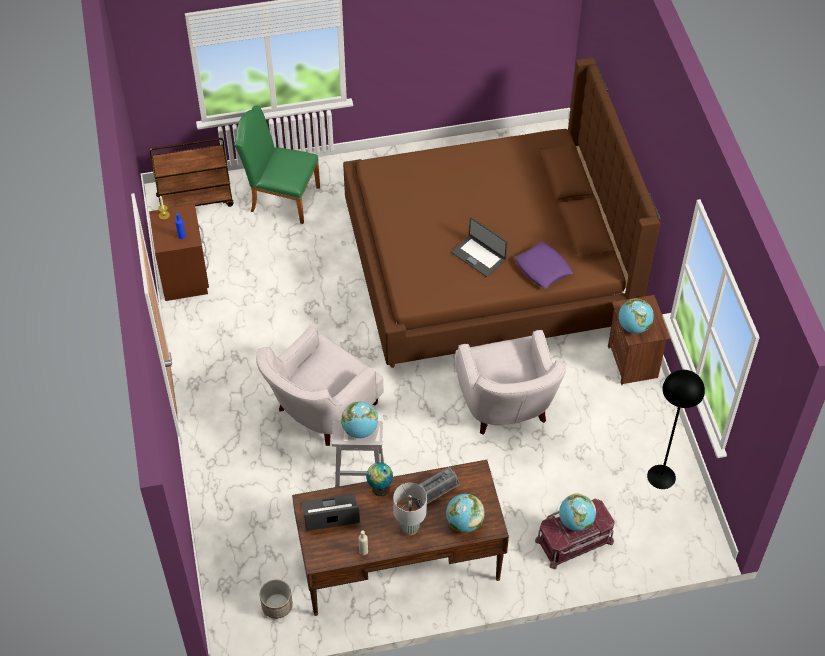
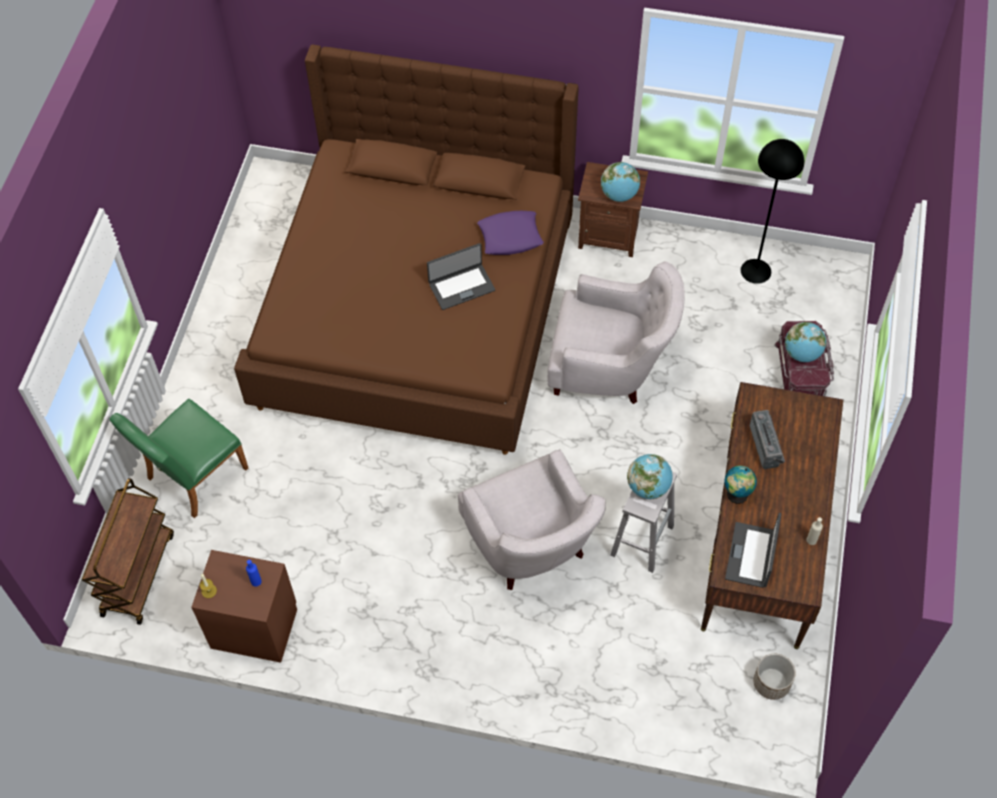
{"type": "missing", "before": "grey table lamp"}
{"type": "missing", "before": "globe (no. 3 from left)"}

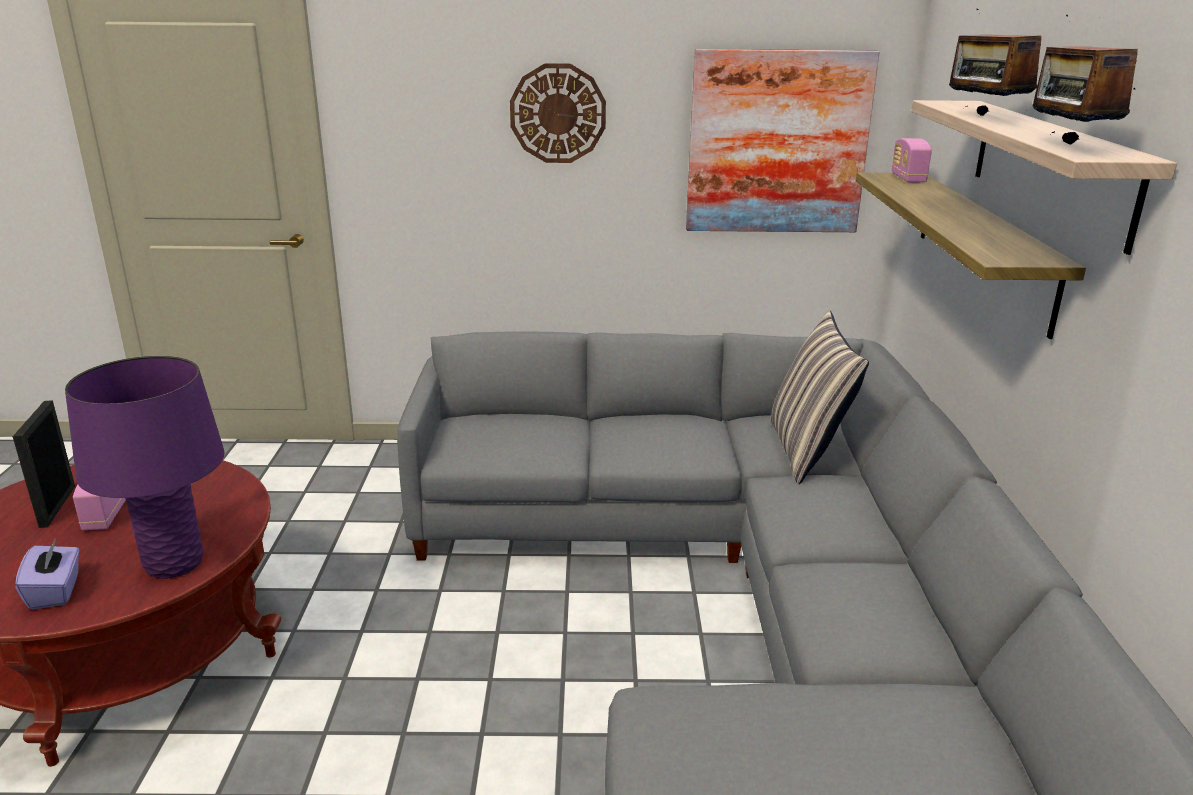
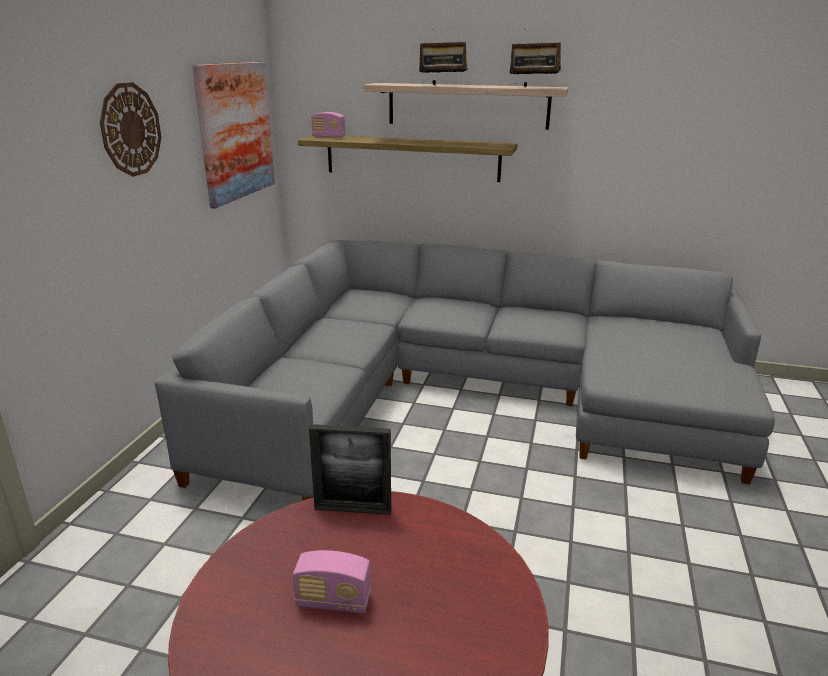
{"type": "missing", "before": "purple tissue box"}
{"type": "missing", "before": "purple table lamp"}
{"type": "missing", "before": "pillow"}
{"type": "relocated", "before": "picture frame"}

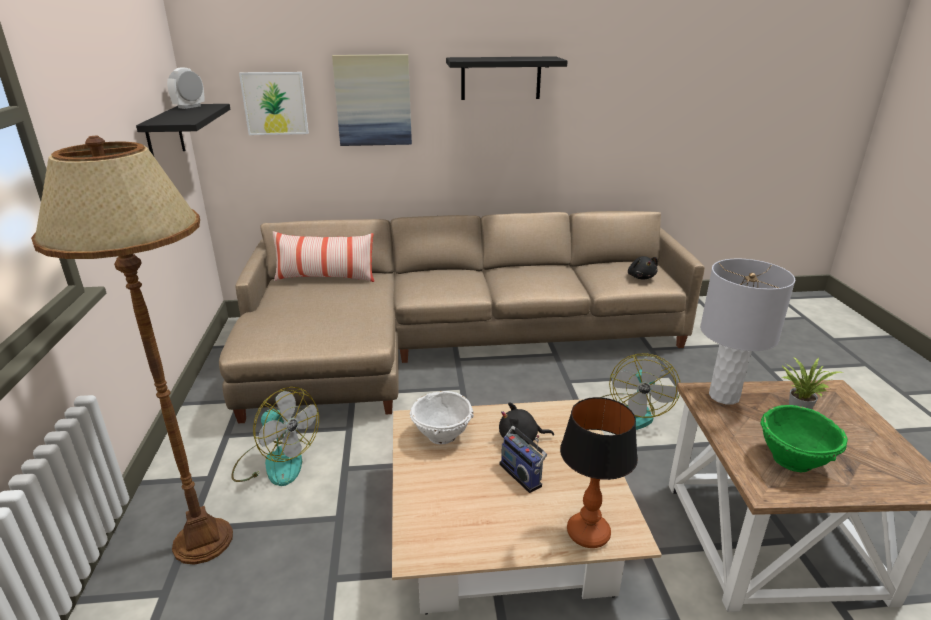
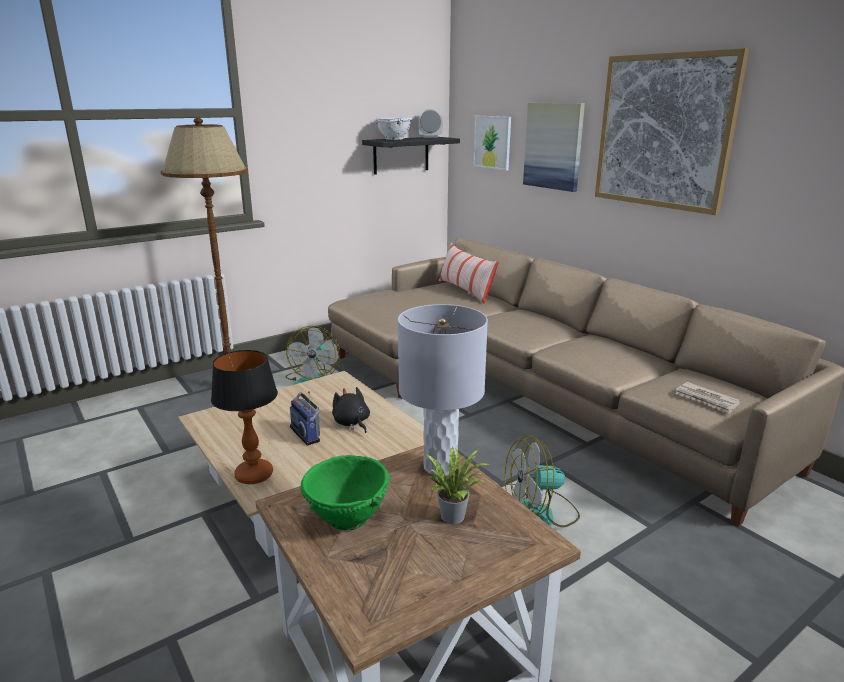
{"type": "relocated", "before": "white bowl"}
{"type": "exchanged", "before": "black shelf (no. 2 from left)", "after": "picture (no. 3 from left)"}
{"type": "exchanged", "before": "black plush toy (no. 2 from left)", "after": "newspaper"}
{"type": "spun", "before": "radio", "turn": -60}

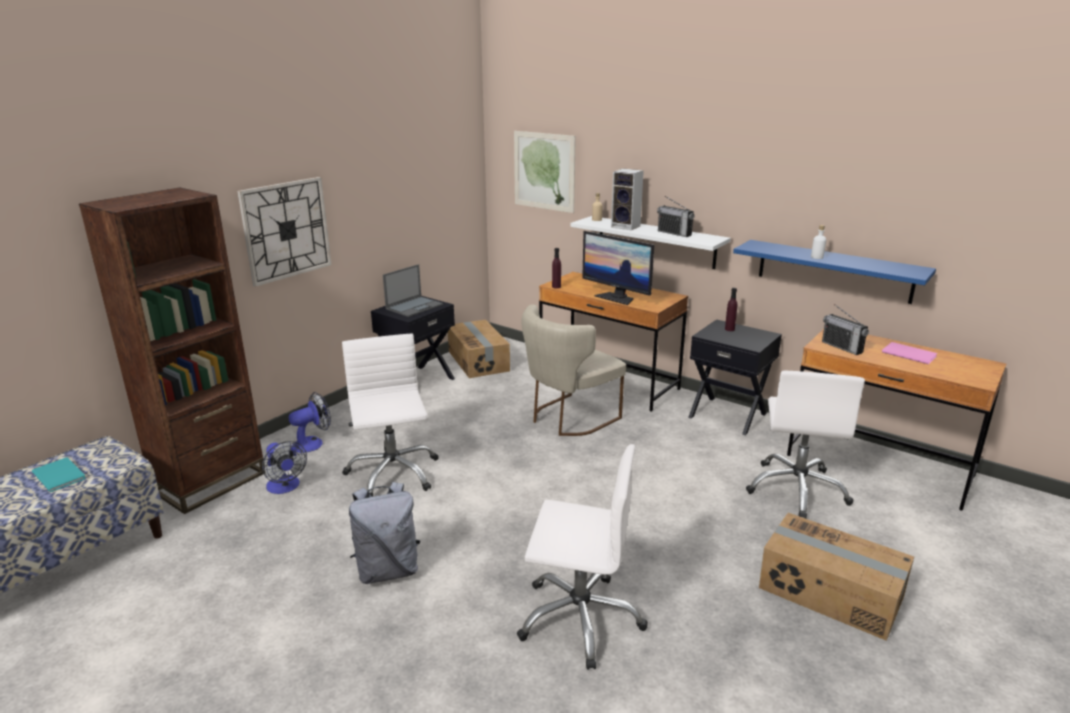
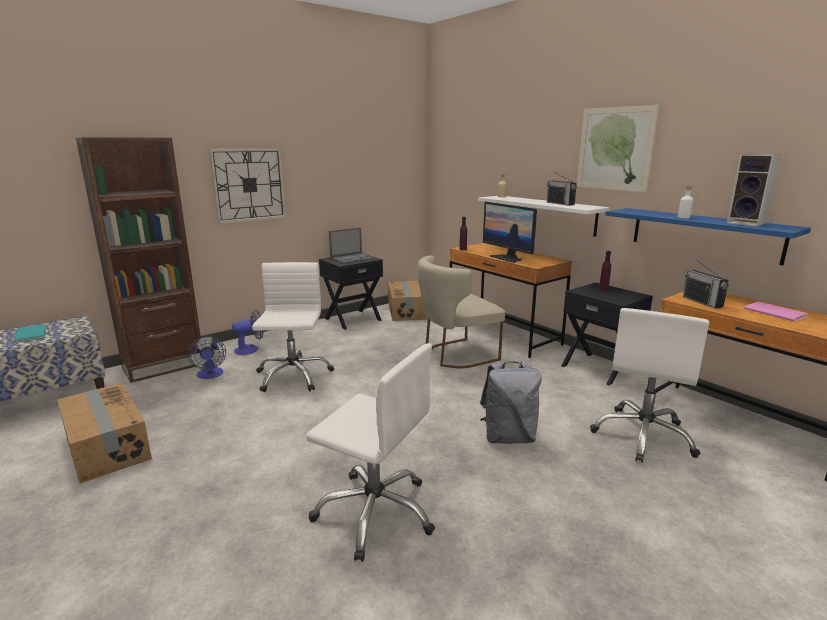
{"type": "relocated", "before": "grey backpack"}
{"type": "relocated", "before": "picture"}
{"type": "relocated", "before": "speaker"}
{"type": "relocated", "before": "cardboard box (no. 2 from left in the first image)", "after": "cardboard box (no. 1 from left)"}

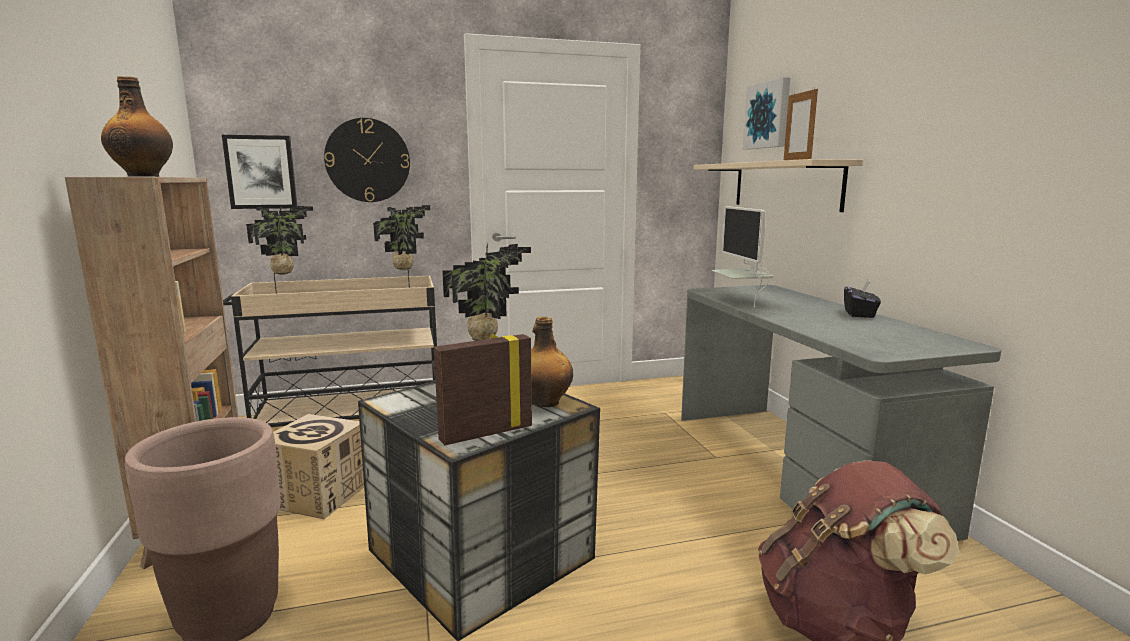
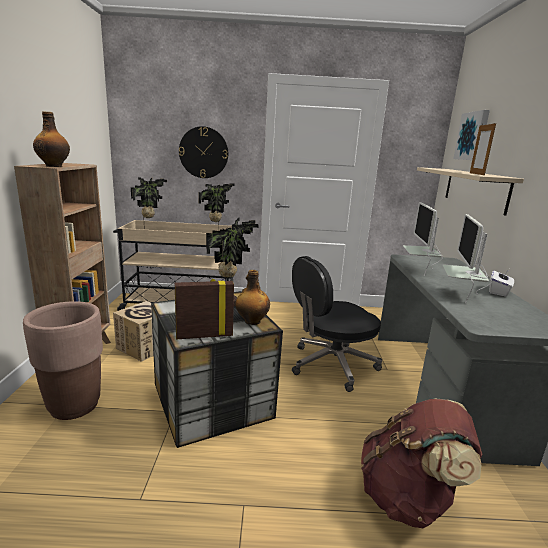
{"type": "missing", "before": "picture (no. 1 from left)"}
{"type": "appeared", "after": "black office chair"}
{"type": "appeared", "after": "monitor (no. 2 from left)"}
{"type": "colour", "before": "black tissue box", "after": "white tissue box"}

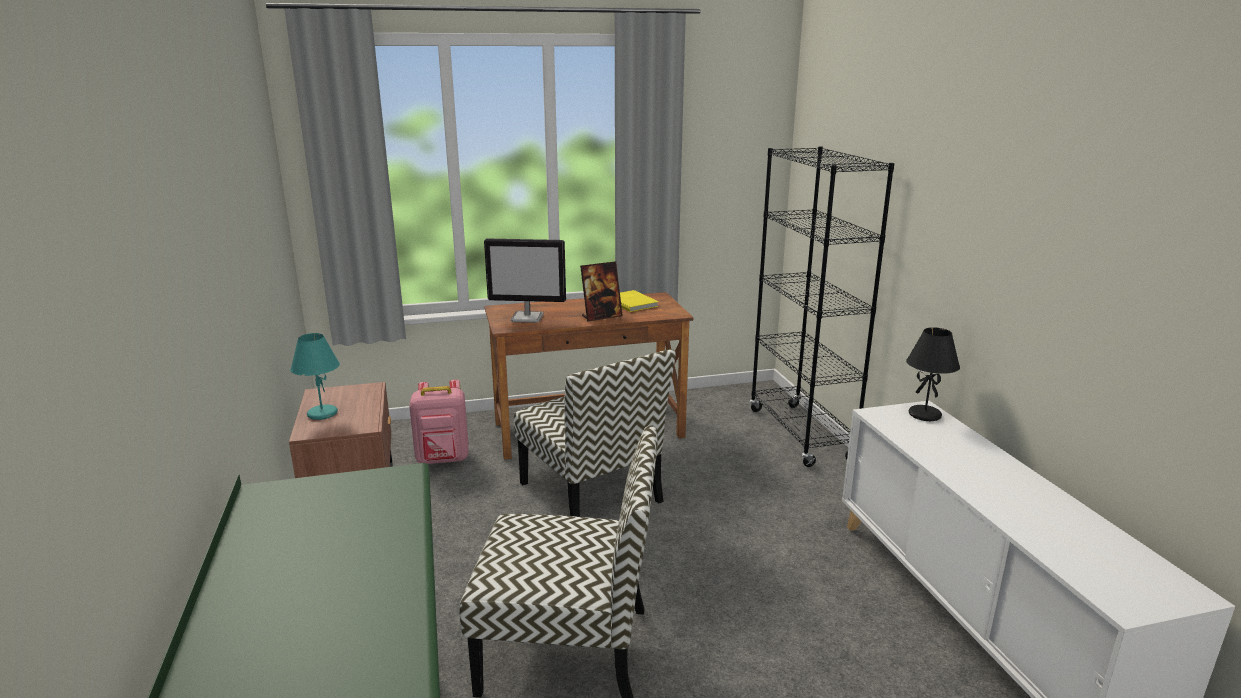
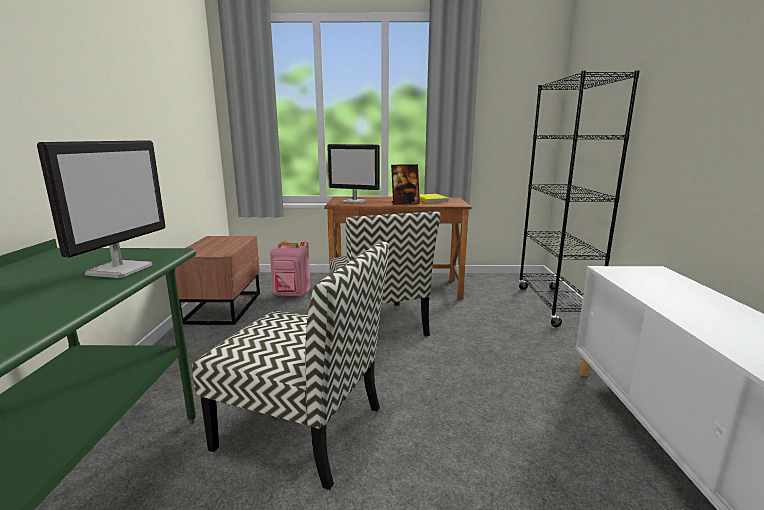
{"type": "missing", "before": "turquoise table lamp"}
{"type": "missing", "before": "black table lamp"}
{"type": "appeared", "after": "monitor (no. 1 from left)"}

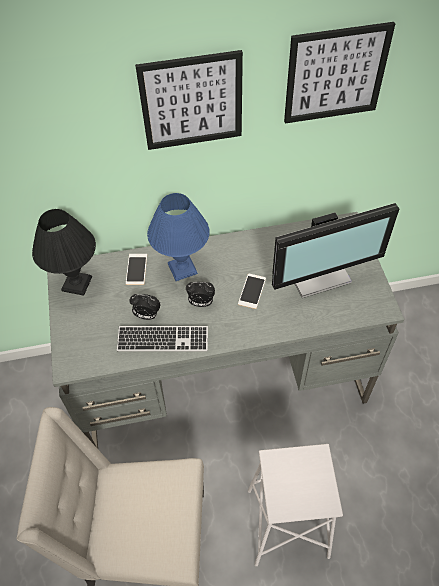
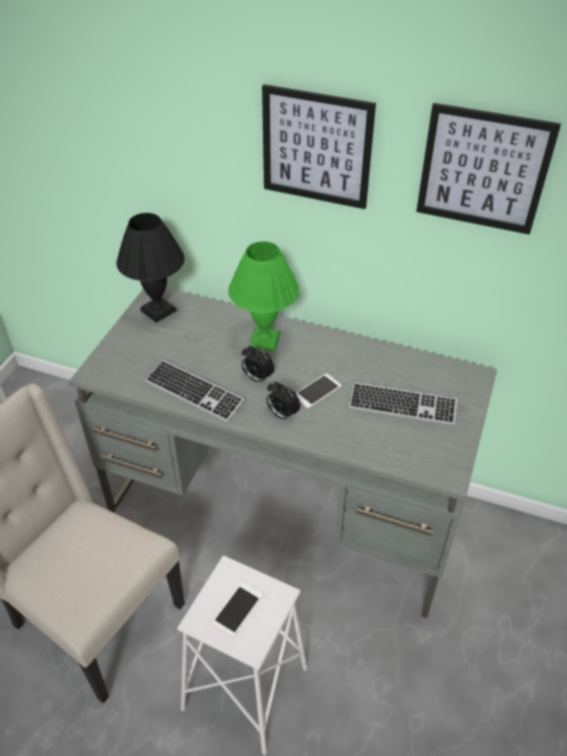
{"type": "relocated", "before": "phone (no. 1 from left)"}
{"type": "relocated", "before": "alarm clock (no. 1 from left in the first image)", "after": "alarm clock (no. 2 from left)"}
{"type": "exchanged", "before": "monitor", "after": "keyboard (no. 2 from left)"}
{"type": "colour", "before": "blue table lamp", "after": "green table lamp"}

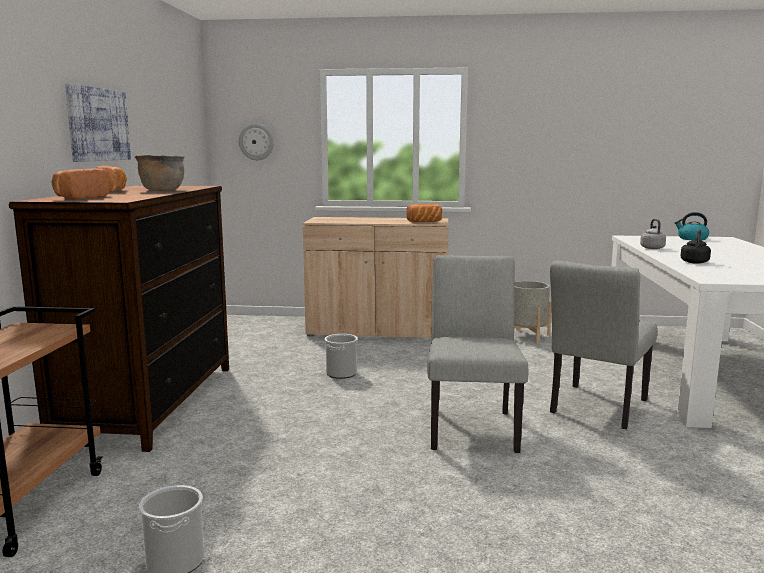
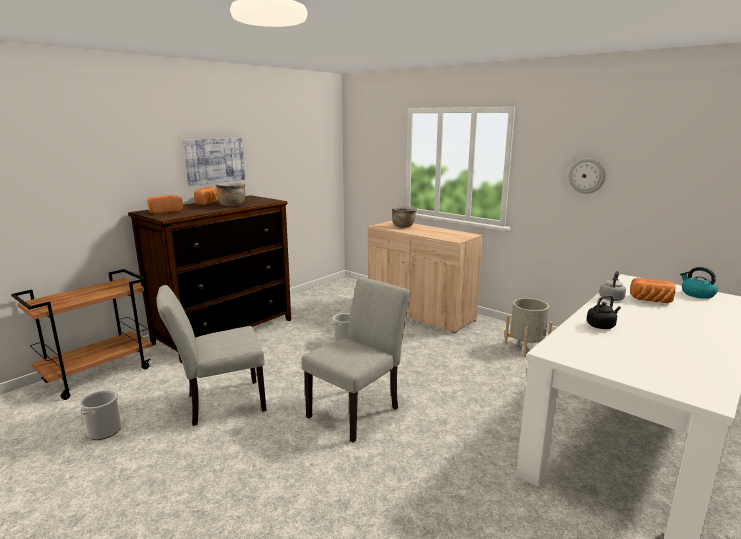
{"type": "appeared", "after": "brown cooking pot (no. 2 from left)"}
{"type": "relocated", "before": "wall clock"}
{"type": "relocated", "before": "bread (no. 3 from left)"}
{"type": "relocated", "before": "grey chair (no. 2 from left in the first image)", "after": "grey chair (no. 1 from left)"}

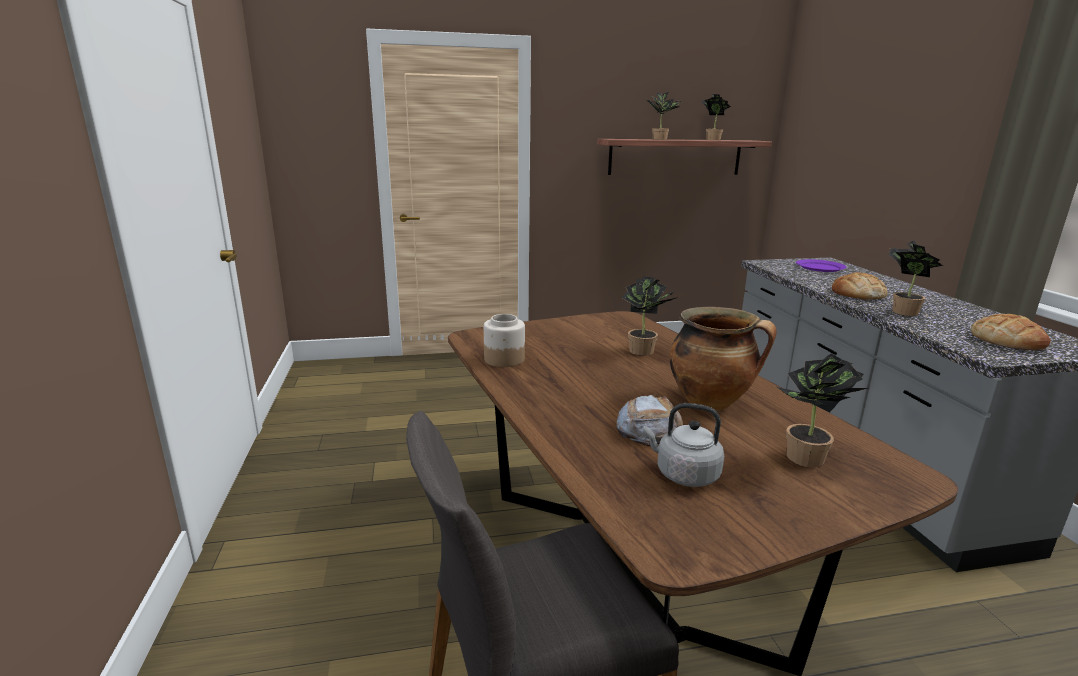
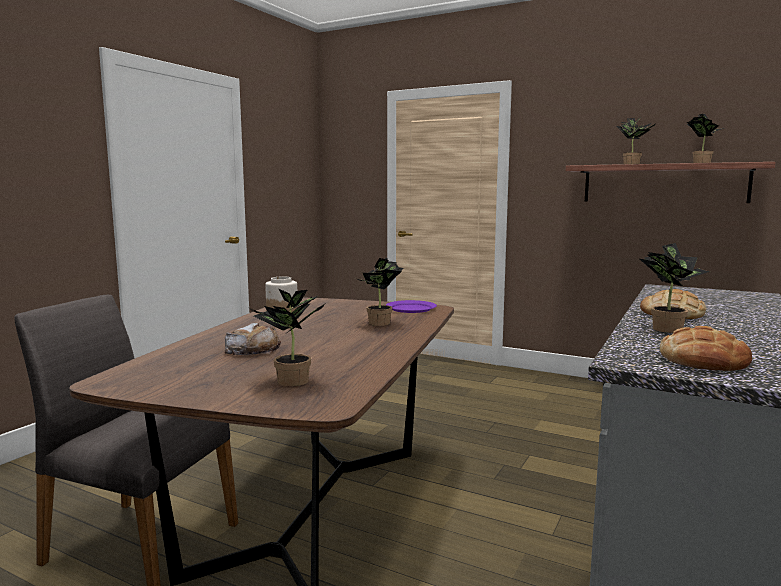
{"type": "missing", "before": "grey kettle"}
{"type": "missing", "before": "cooking pot"}
{"type": "relocated", "before": "purple plate"}

